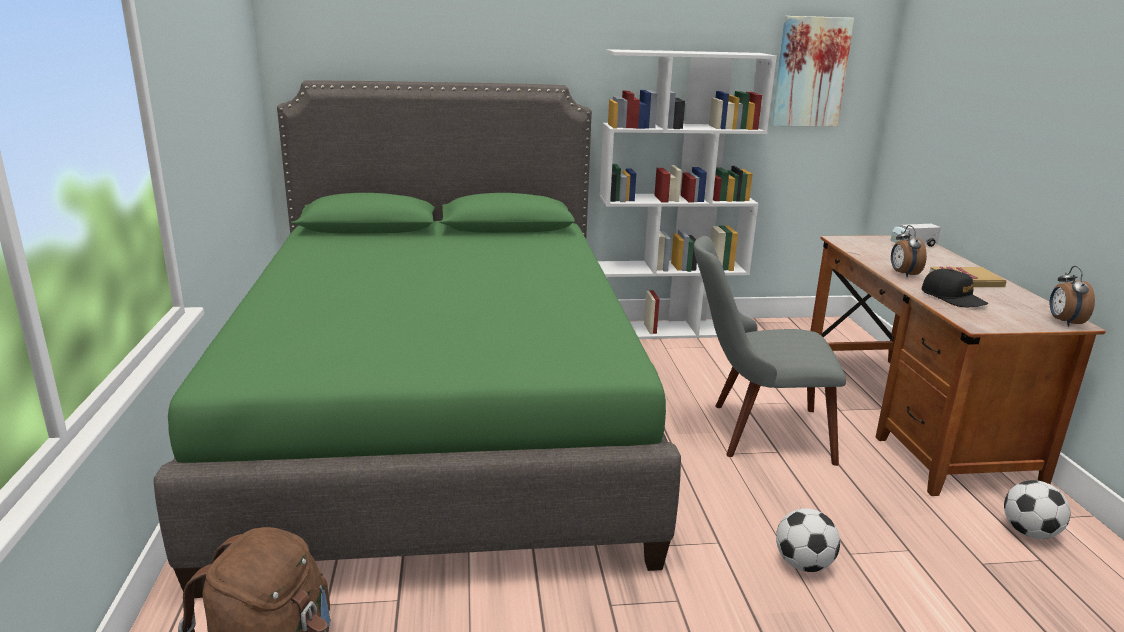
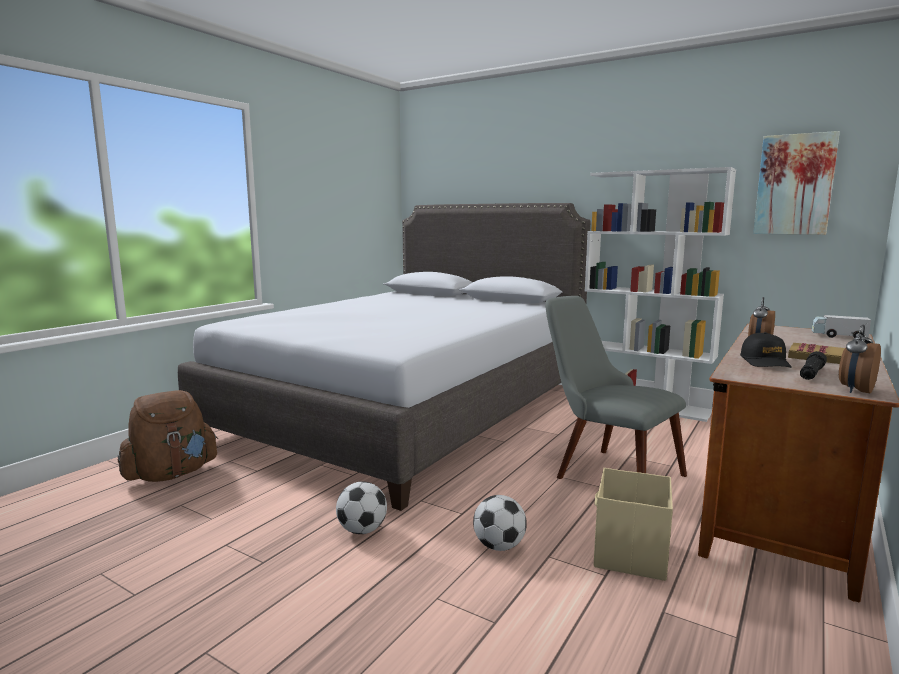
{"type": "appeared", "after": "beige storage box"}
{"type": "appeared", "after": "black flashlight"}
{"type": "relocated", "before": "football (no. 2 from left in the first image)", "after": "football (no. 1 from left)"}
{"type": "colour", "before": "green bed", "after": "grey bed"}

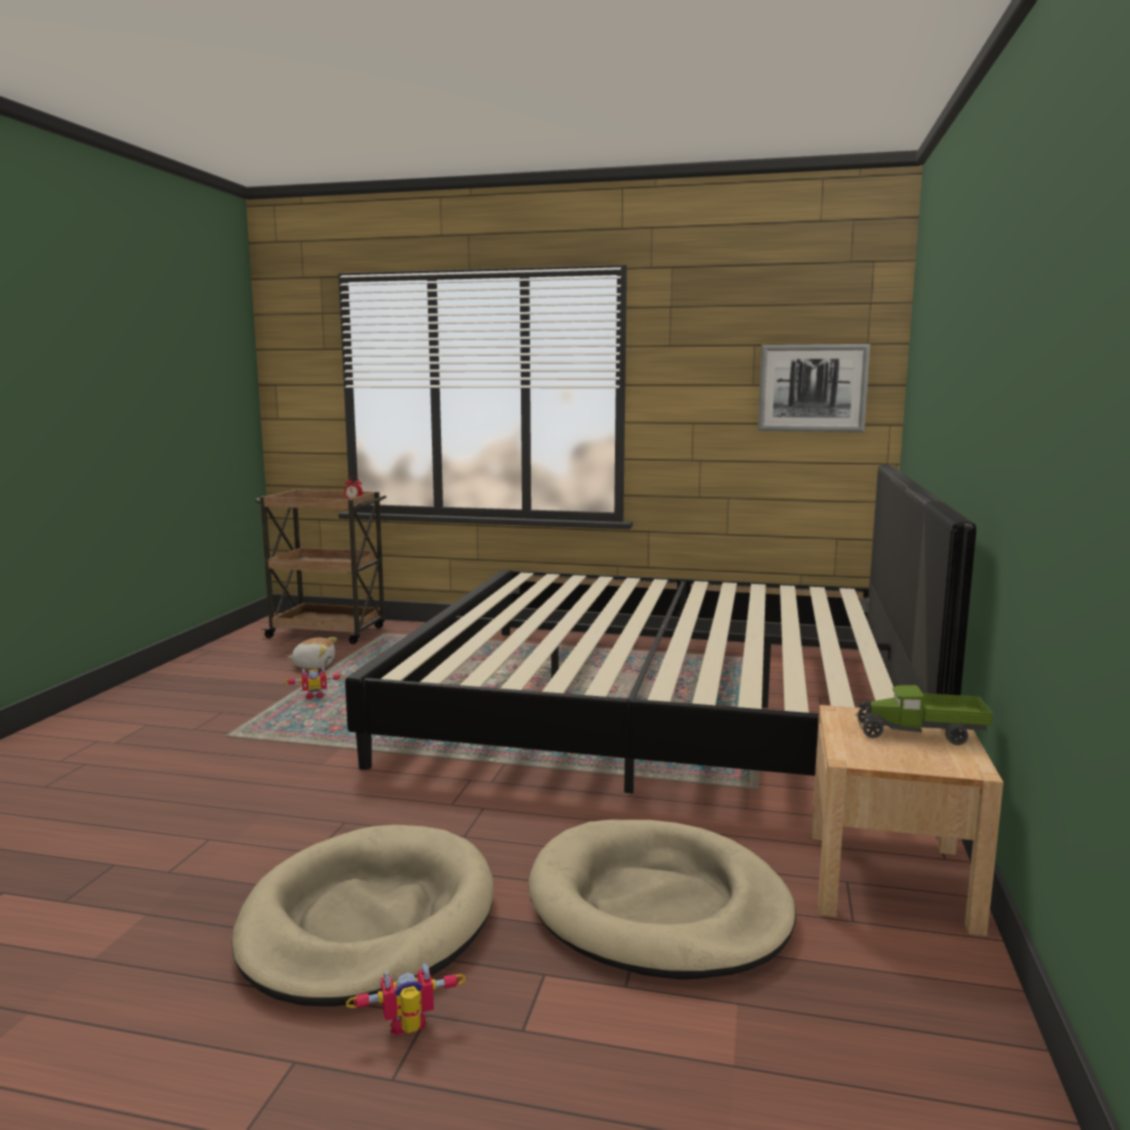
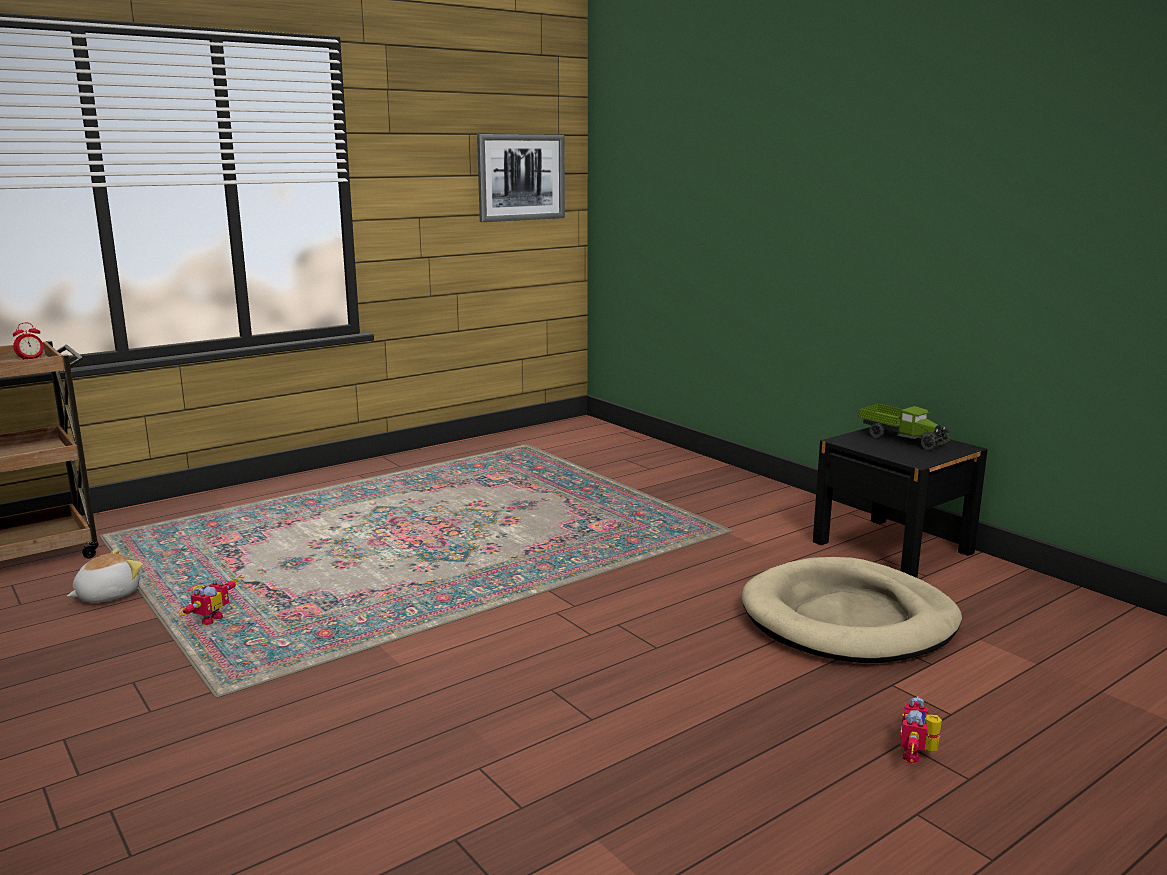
{"type": "missing", "before": "beige dog bed (no. 1 from left)"}
{"type": "missing", "before": "bed"}
{"type": "colour", "before": "beige nightstand", "after": "black nightstand"}
{"type": "spun", "before": "toy truck", "turn": -90}

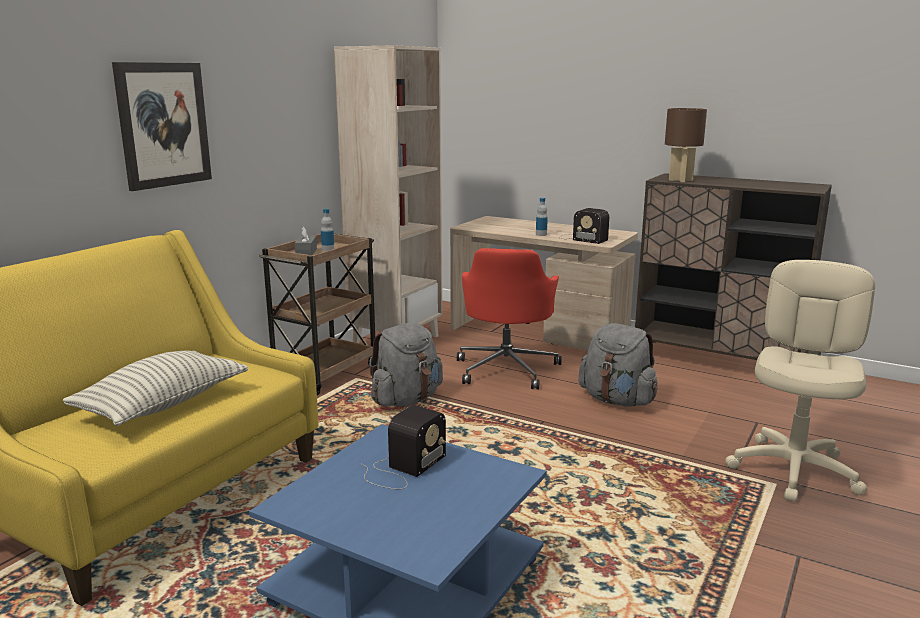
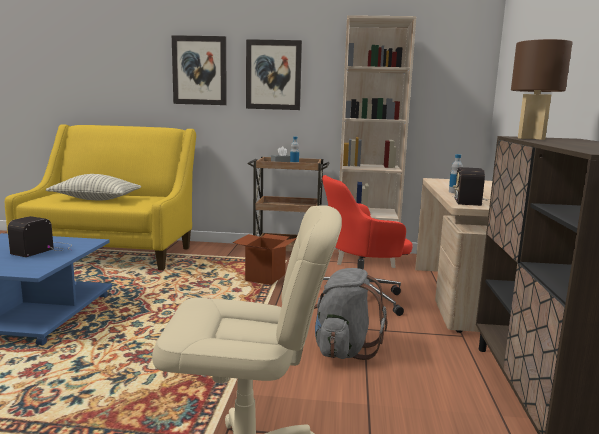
{"type": "appeared", "after": "picture (no. 2 from left)"}
{"type": "exchanged", "before": "grey backpack (no. 1 from left)", "after": "cardboard box"}
{"type": "spun", "before": "radio (no. 1 from left)", "turn": 105}

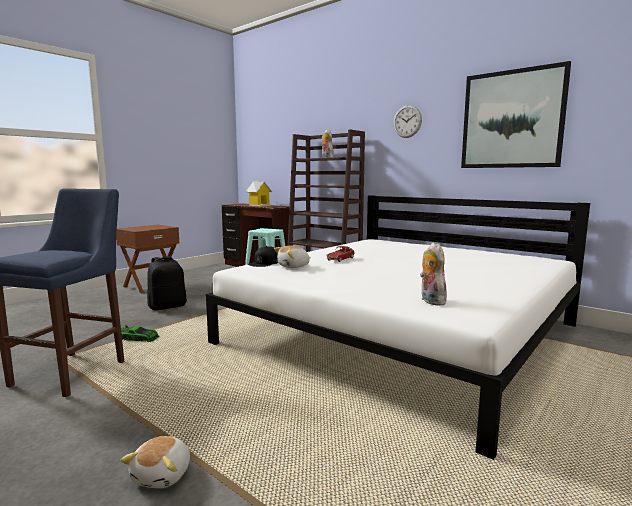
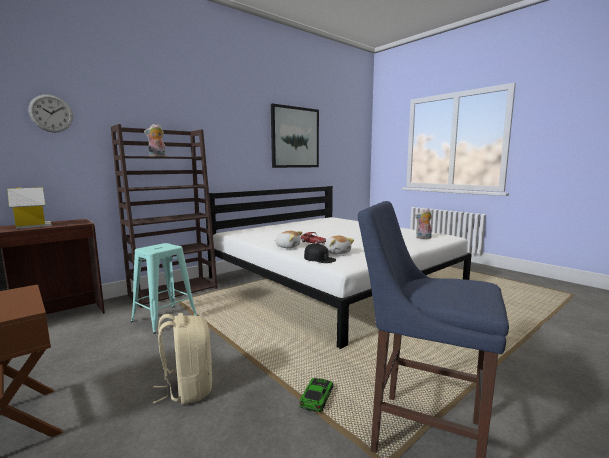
{"type": "relocated", "before": "plush toy (no. 1 from left in the first image)", "after": "plush toy (no. 2 from left)"}
{"type": "relocated", "before": "wall clock"}
{"type": "colour", "before": "black backpack", "after": "beige backpack"}

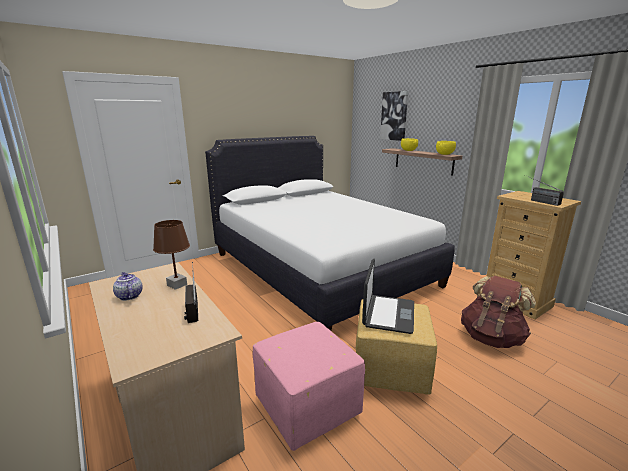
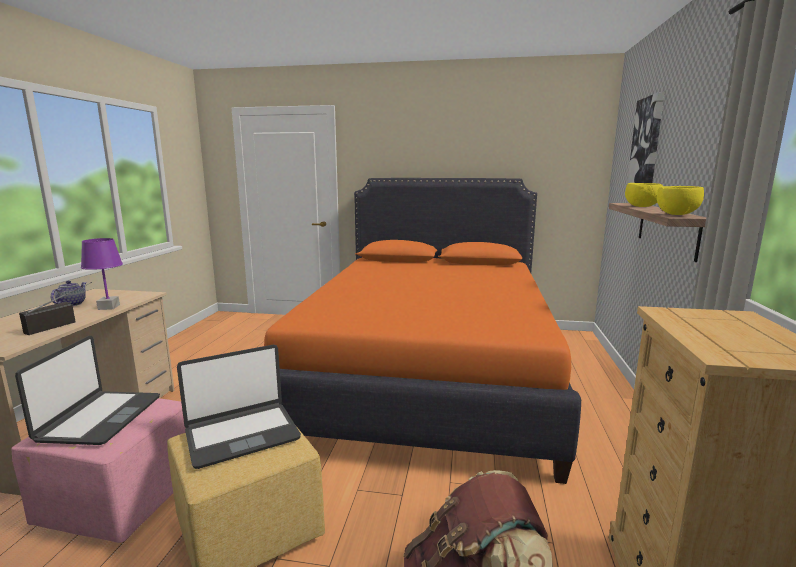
{"type": "missing", "before": "radio (no. 2 from left)"}
{"type": "appeared", "after": "laptop (no. 1 from left)"}
{"type": "colour", "before": "brown table lamp", "after": "purple table lamp"}
{"type": "colour", "before": "white bed", "after": "orange bed"}

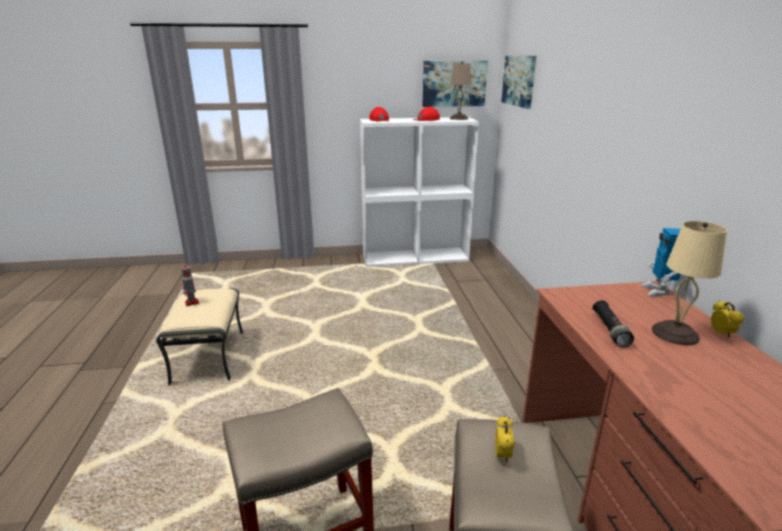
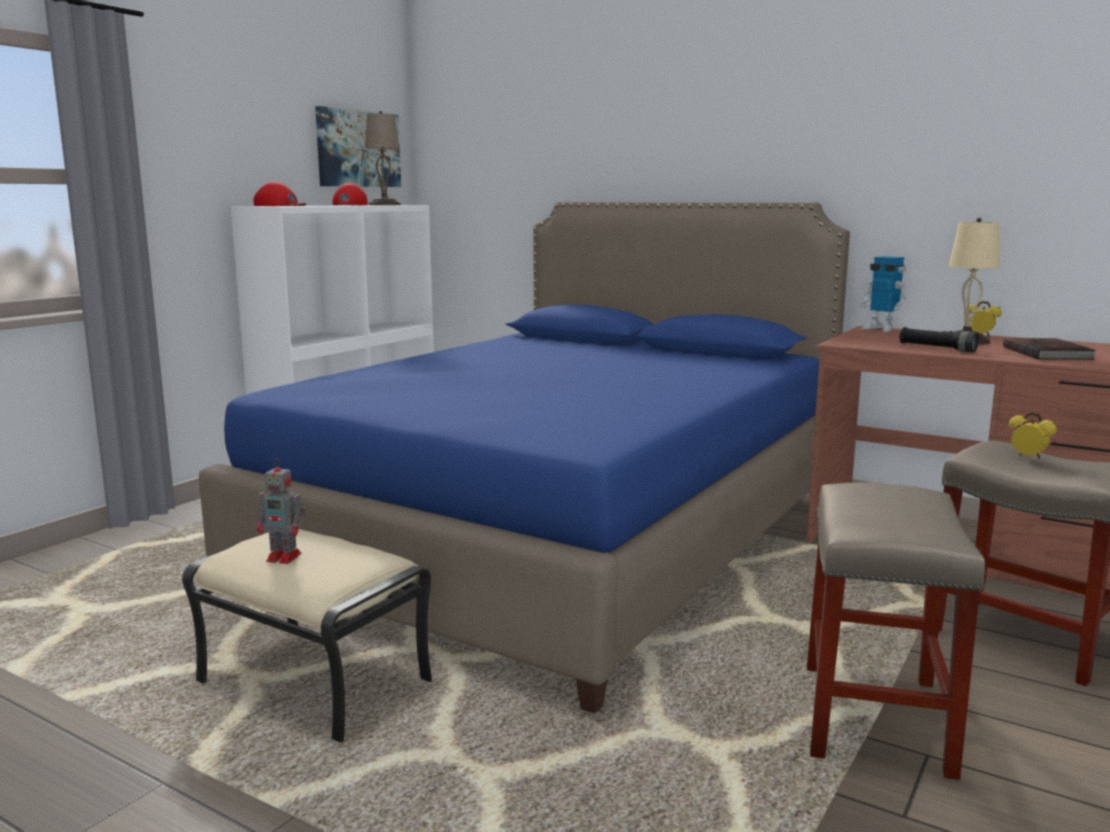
{"type": "missing", "before": "picture (no. 2 from left)"}
{"type": "appeared", "after": "blue bed"}
{"type": "appeared", "after": "brown book"}

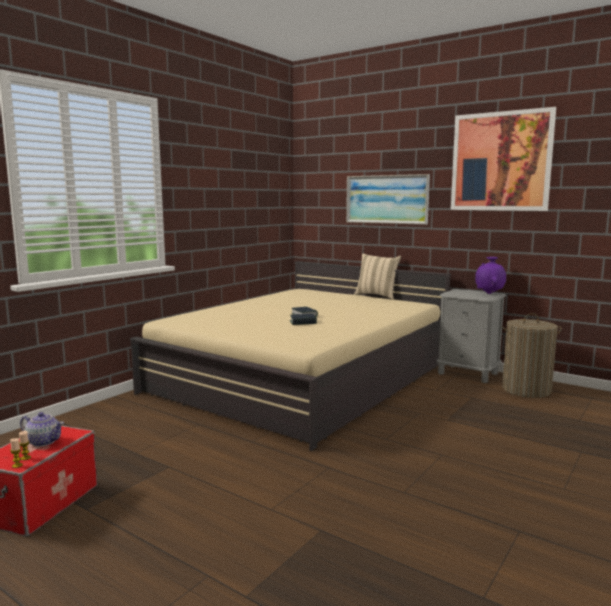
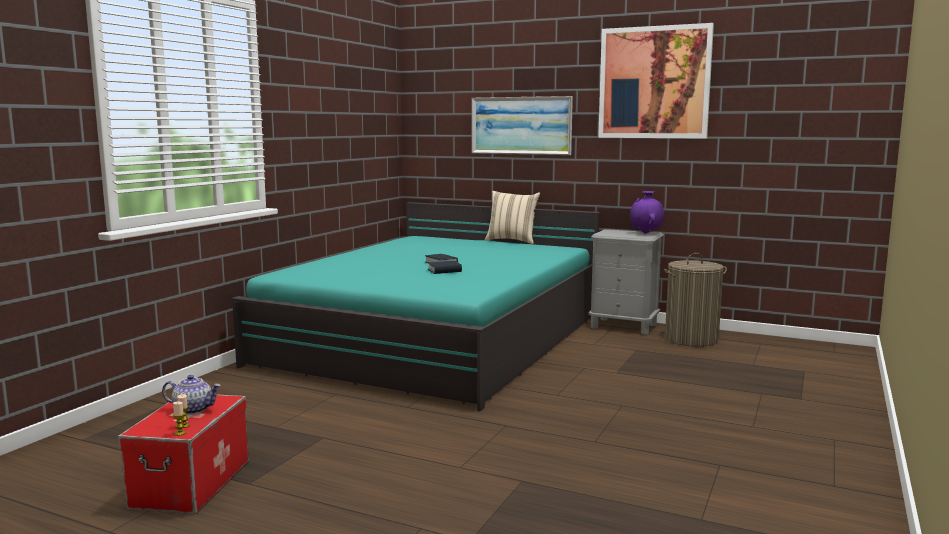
{"type": "colour", "before": "beige bed", "after": "turquoise bed"}

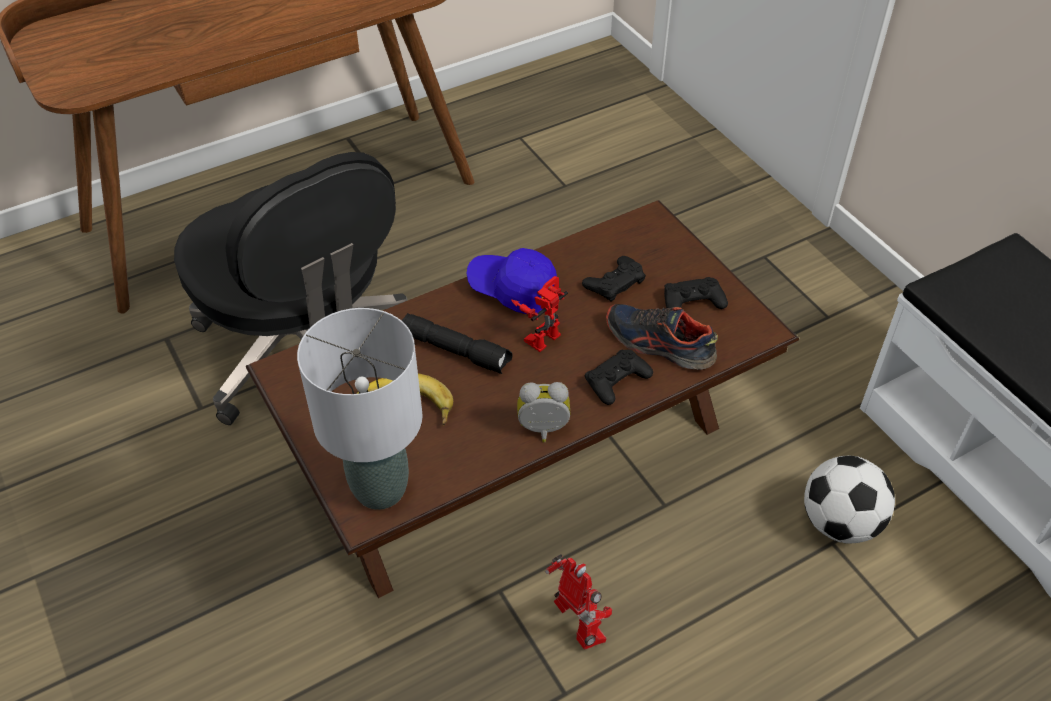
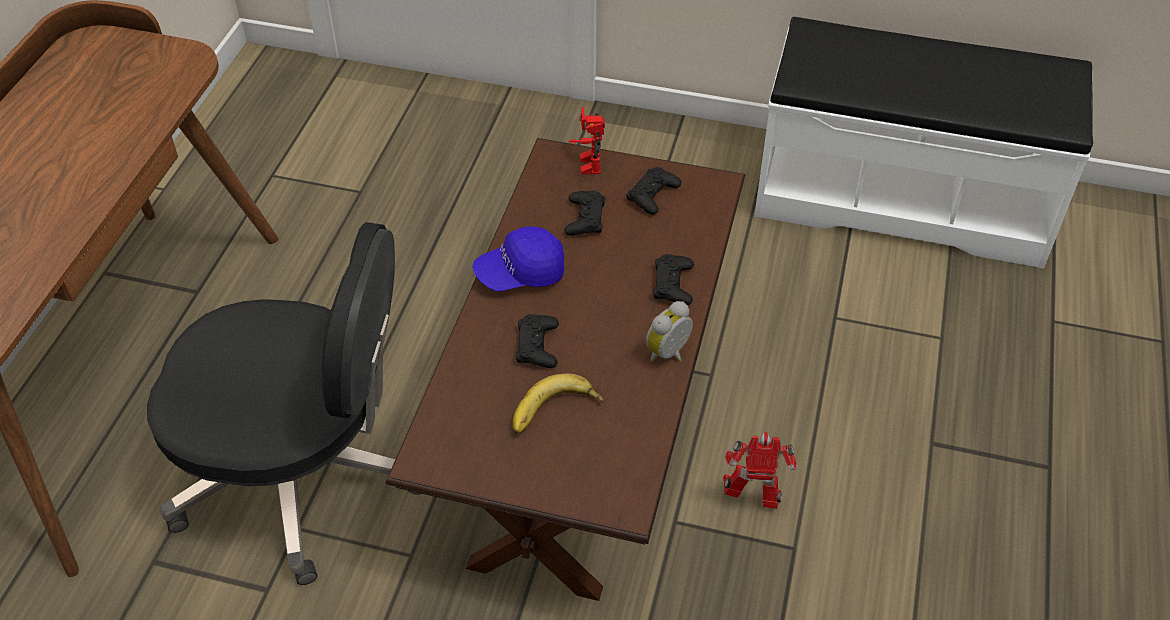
{"type": "missing", "before": "grey table lamp"}
{"type": "missing", "before": "shoe"}
{"type": "missing", "before": "football"}
{"type": "relocated", "before": "toy robot (no. 1 from left)"}
{"type": "exchanged", "before": "black flashlight", "after": "black game controller (no. 1 from left)"}

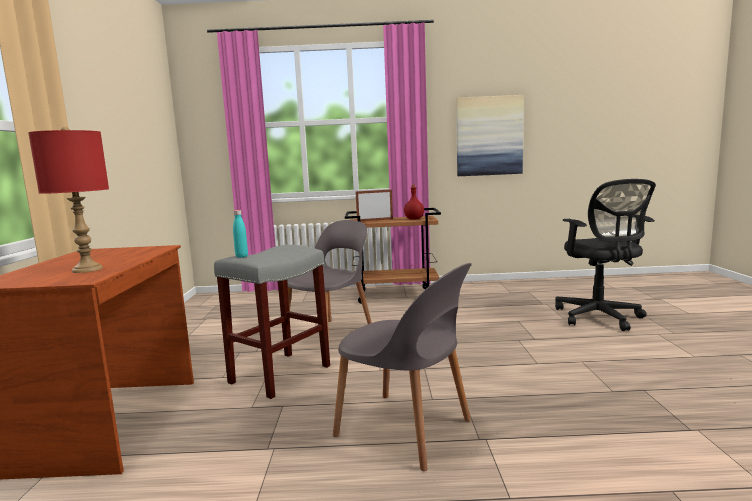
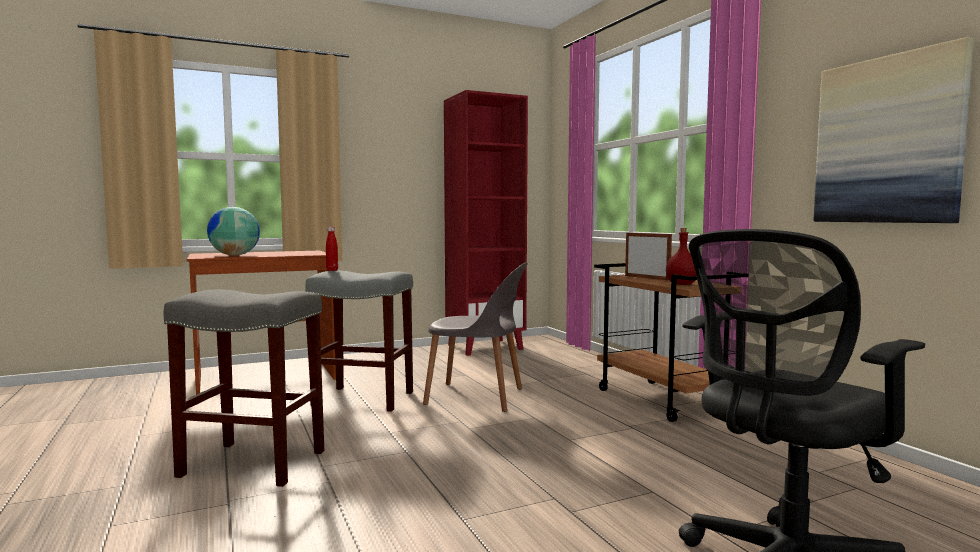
{"type": "appeared", "after": "red bookcase"}
{"type": "exchanged", "before": "red table lamp", "after": "globe"}
{"type": "exchanged", "before": "grey chair (no. 2 from left)", "after": "grey stool (no. 1 from left)"}
{"type": "colour", "before": "turquoise bottle", "after": "red bottle (no. 1 from left)"}

